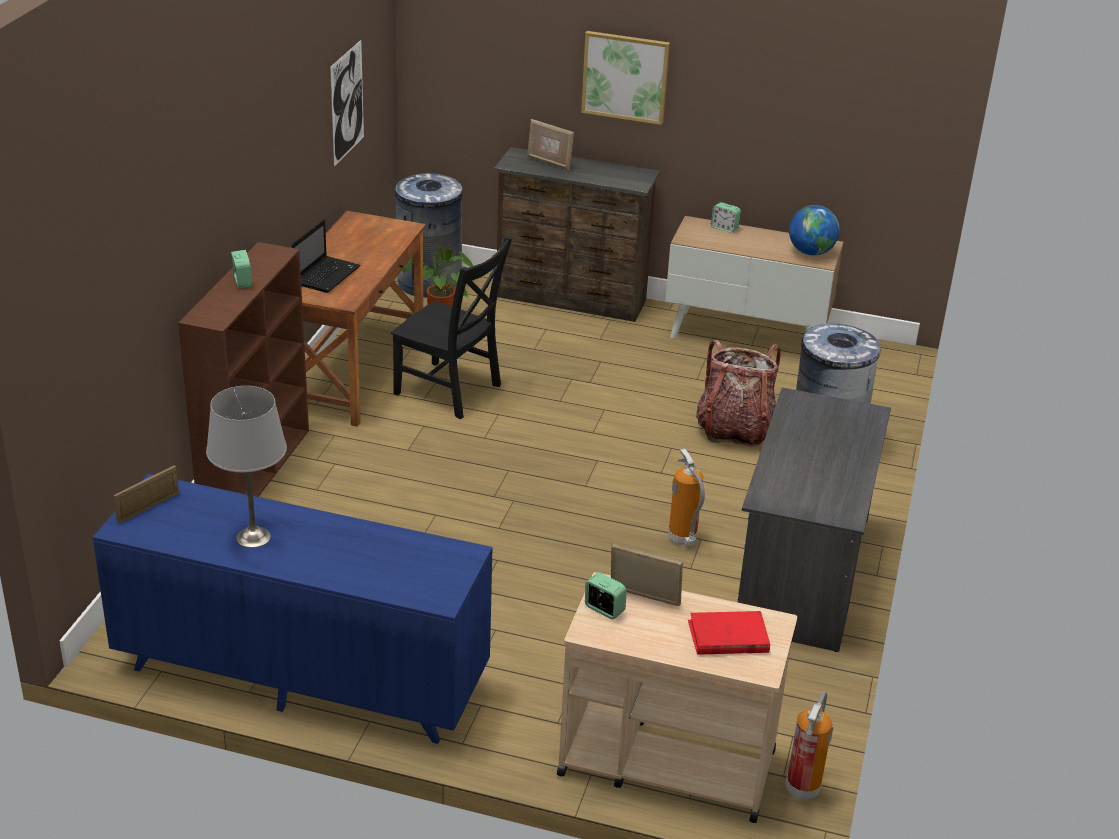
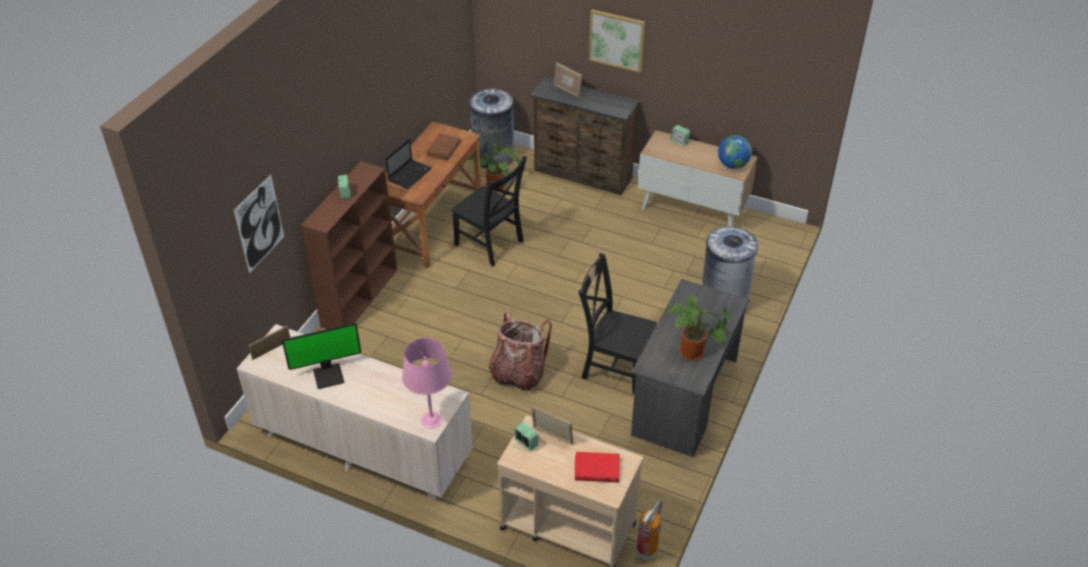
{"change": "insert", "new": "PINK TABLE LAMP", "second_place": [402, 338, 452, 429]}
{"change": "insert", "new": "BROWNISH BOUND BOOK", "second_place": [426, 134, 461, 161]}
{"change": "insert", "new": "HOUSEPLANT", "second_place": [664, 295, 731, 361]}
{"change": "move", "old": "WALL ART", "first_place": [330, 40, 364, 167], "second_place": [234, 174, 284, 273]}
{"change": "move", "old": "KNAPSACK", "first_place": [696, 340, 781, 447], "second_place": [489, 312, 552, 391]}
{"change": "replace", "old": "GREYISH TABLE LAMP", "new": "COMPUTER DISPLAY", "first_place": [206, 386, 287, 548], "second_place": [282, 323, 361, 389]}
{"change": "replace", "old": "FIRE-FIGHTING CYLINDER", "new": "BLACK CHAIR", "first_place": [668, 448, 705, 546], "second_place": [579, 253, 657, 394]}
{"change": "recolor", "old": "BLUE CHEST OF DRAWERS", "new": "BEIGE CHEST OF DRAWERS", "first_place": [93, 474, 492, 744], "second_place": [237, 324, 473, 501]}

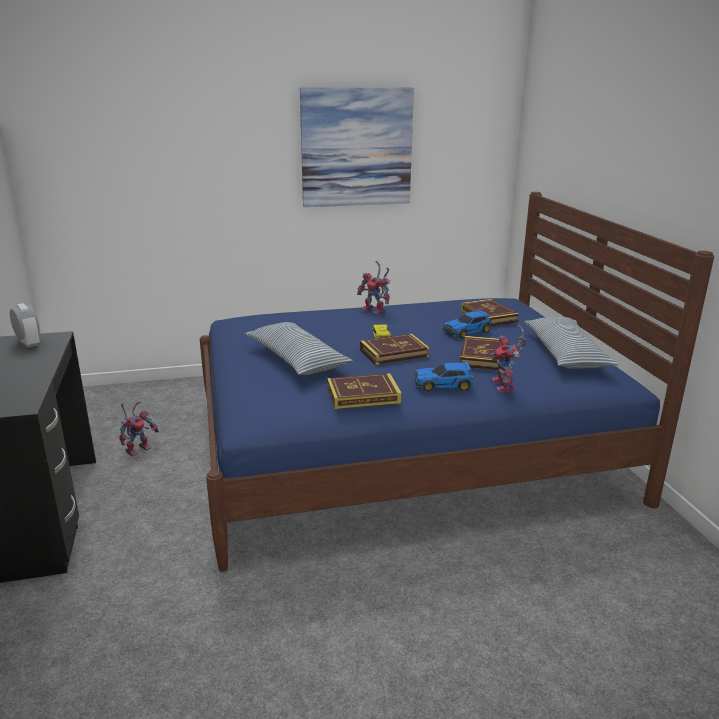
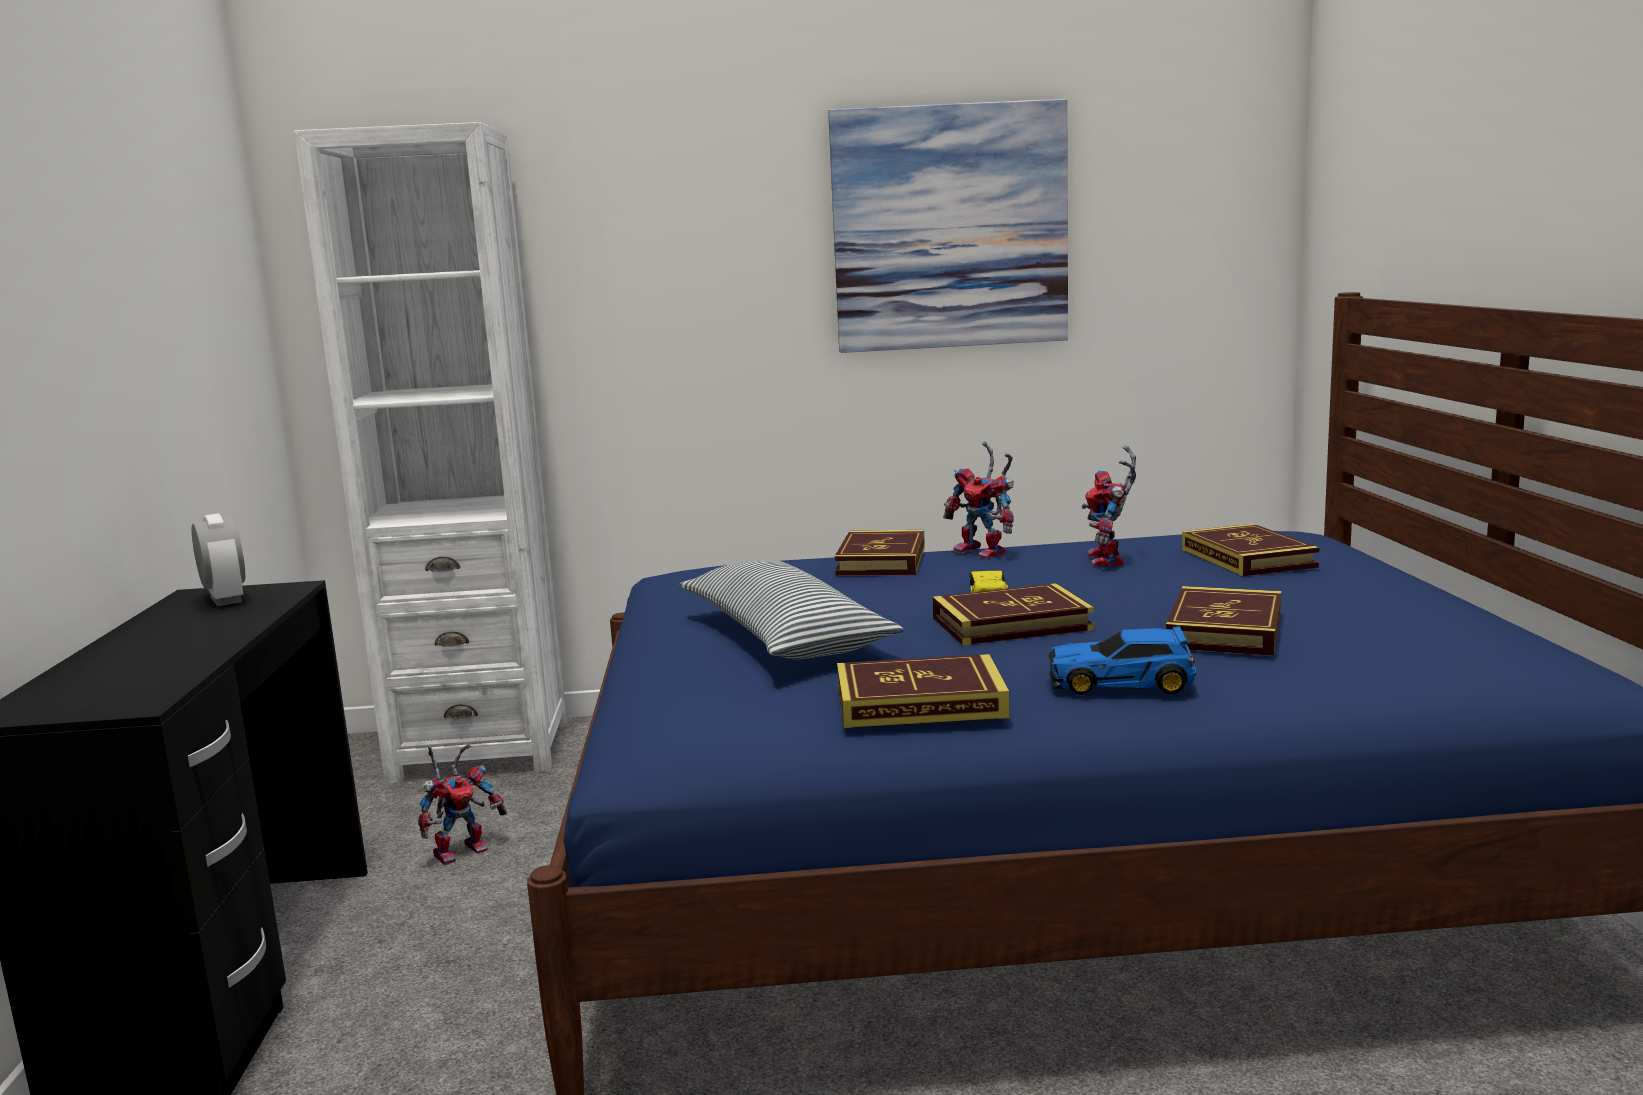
{"change": "delete", "old": "MINIATURE CAR", "first_place": [443, 310, 491, 338]}
{"change": "delete", "old": "THROW PILLOW", "first_place": [525, 317, 619, 369]}
{"change": "insert", "new": "WHITE-COLOURED BOOKCASE", "second_place": [294, 122, 567, 784]}
{"change": "insert", "new": "BOUND BOOK", "second_place": [834, 530, 925, 576]}
{"change": "move", "old": "TOY ROBOT", "first_place": [490, 324, 526, 392], "second_place": [1082, 446, 1136, 566]}

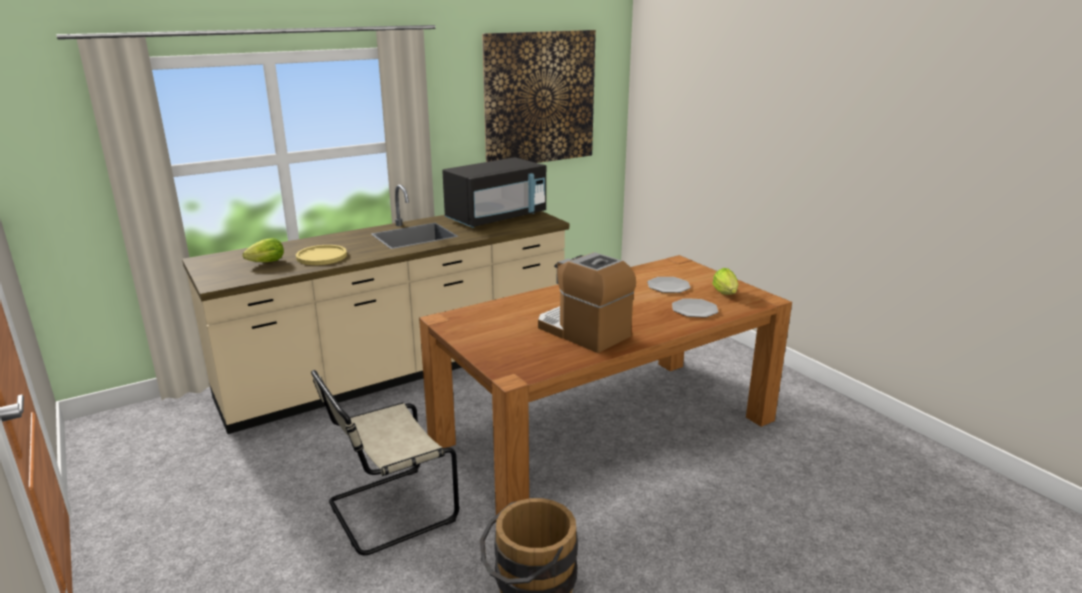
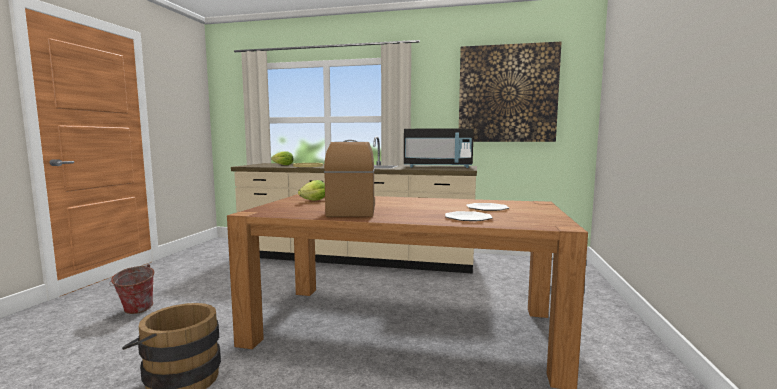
{"change": "delete", "old": "BEIGE CHAIR", "first_place": [311, 370, 459, 555]}
{"change": "insert", "new": "PAIL", "second_place": [109, 264, 155, 314]}
{"change": "move", "old": "HEAD OF LETTUCE", "first_place": [712, 268, 738, 295], "second_place": [298, 180, 325, 200]}

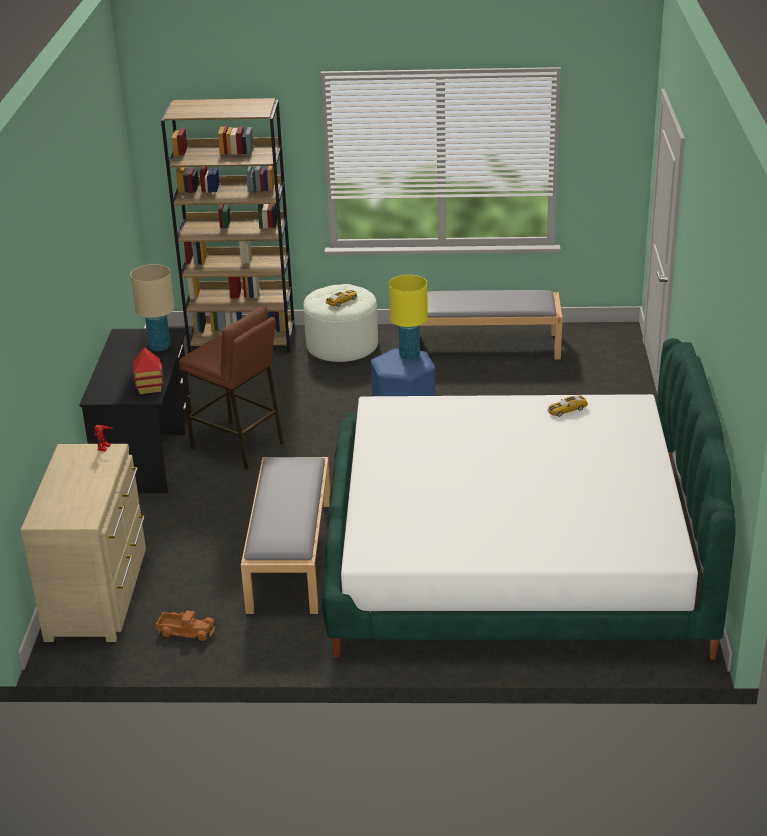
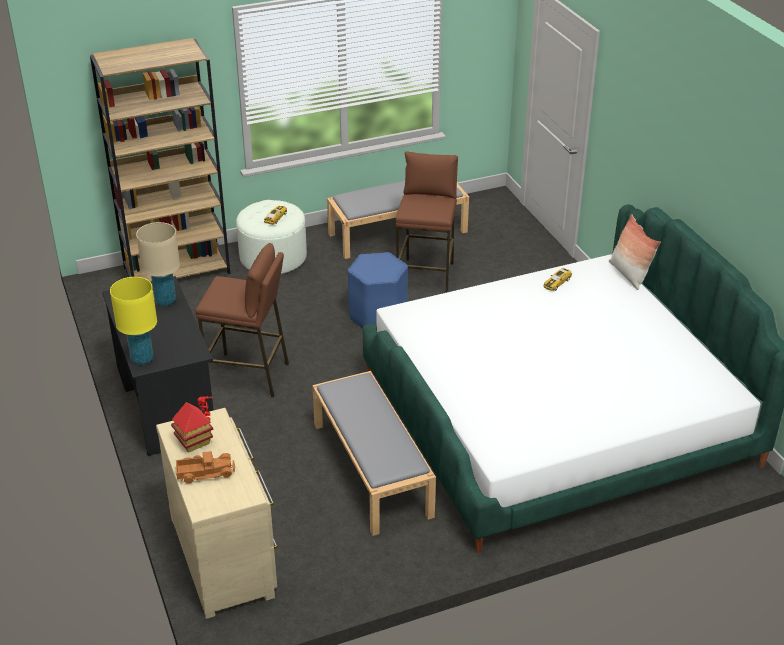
{"change": "insert", "new": "BROWNISH STOOL SEAT", "second_place": [395, 151, 458, 293]}
{"change": "insert", "new": "THROW PILLOW", "second_place": [609, 214, 661, 290]}
{"change": "move", "old": "MINIATURE HOUSE", "first_place": [133, 347, 163, 394], "second_place": [171, 402, 213, 453]}
{"change": "move", "old": "MODEL TRUCK", "first_place": [156, 611, 216, 641], "second_place": [176, 451, 235, 484]}
{"change": "move", "old": "YELLOW TABLE LAMP", "first_place": [389, 275, 428, 360], "second_place": [110, 277, 157, 365]}

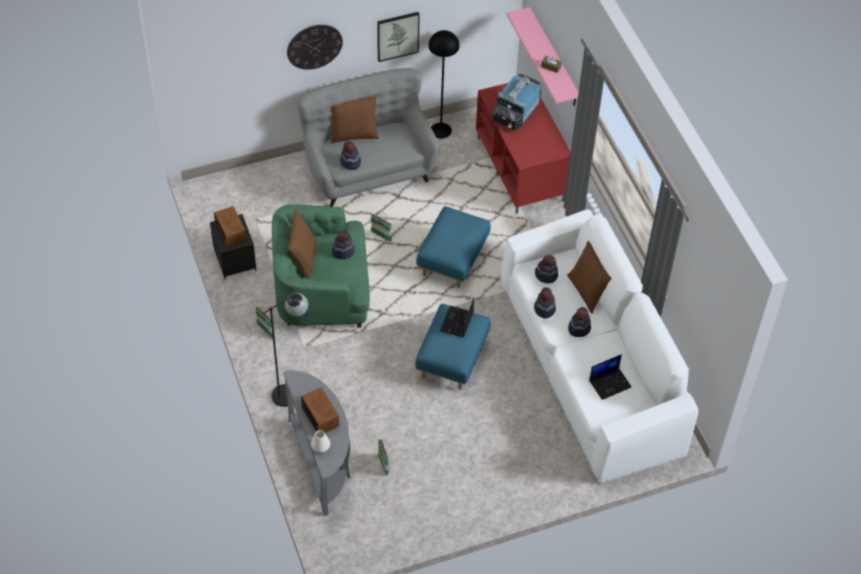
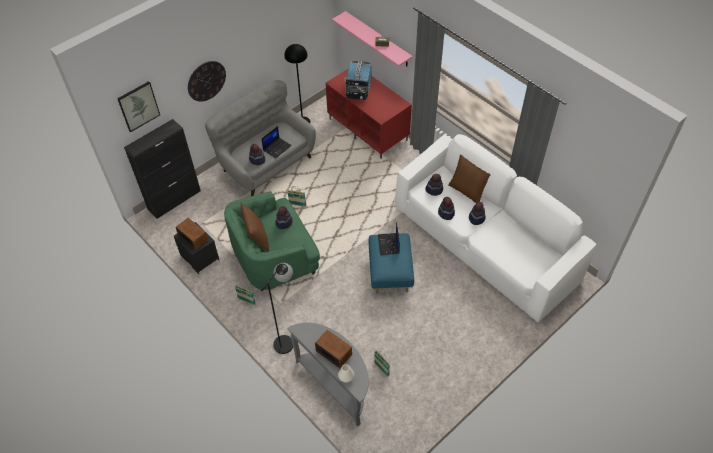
{"change": "delete", "old": "BROWNISH THROW PILLOW", "first_place": [331, 95, 379, 143]}
{"change": "delete", "old": "BLUE FOOTREST", "first_place": [416, 206, 490, 288]}
{"change": "insert", "new": "BLACK STORAGE CABINET", "second_place": [124, 119, 201, 219]}
{"change": "move", "old": "WALL ART", "first_place": [377, 12, 420, 62], "second_place": [117, 81, 160, 132]}
{"change": "move", "old": "LAPTOP", "first_place": [589, 354, 632, 400], "second_place": [261, 126, 291, 159]}

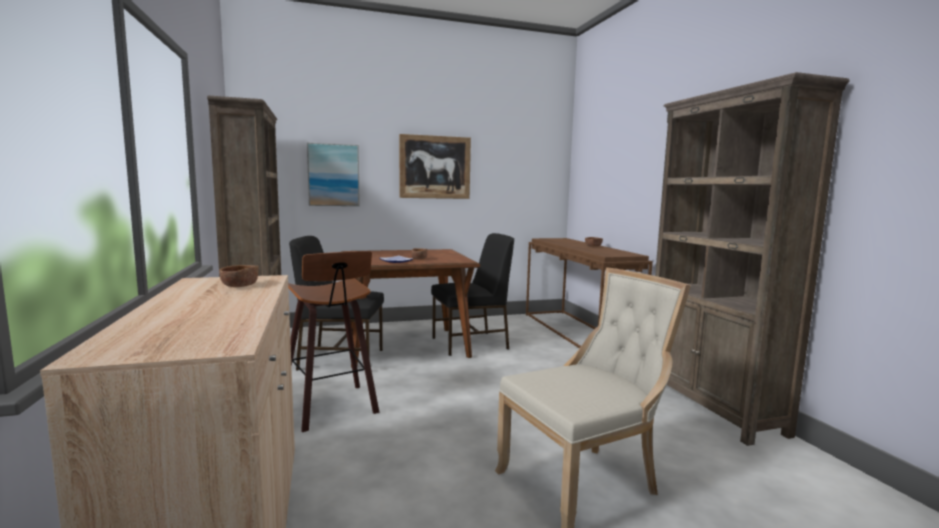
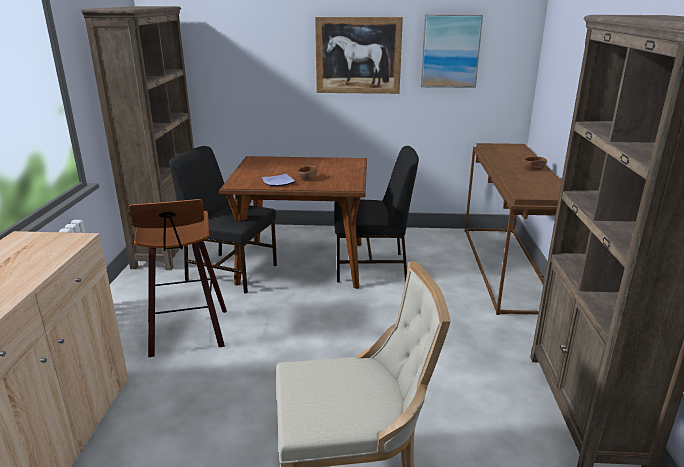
{"change": "delete", "old": "BROWNISH SERVING BOWL", "first_place": [219, 265, 259, 287]}
{"change": "move", "old": "WALL ART", "first_place": [307, 143, 360, 206], "second_place": [421, 14, 483, 88]}

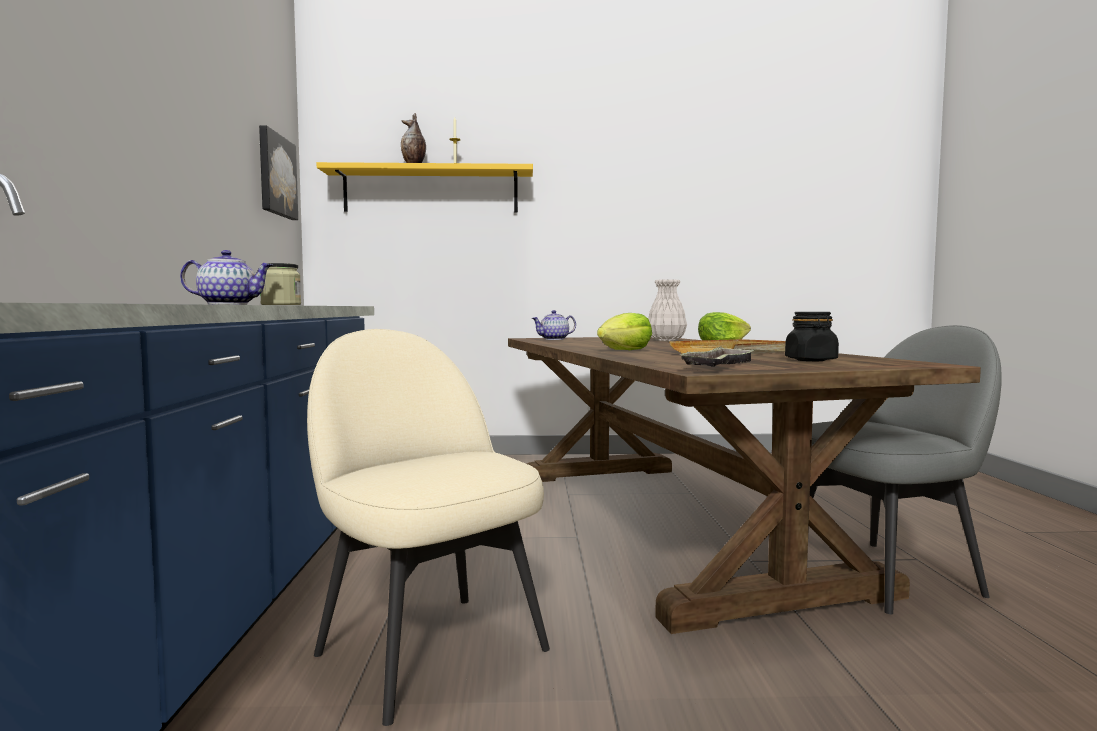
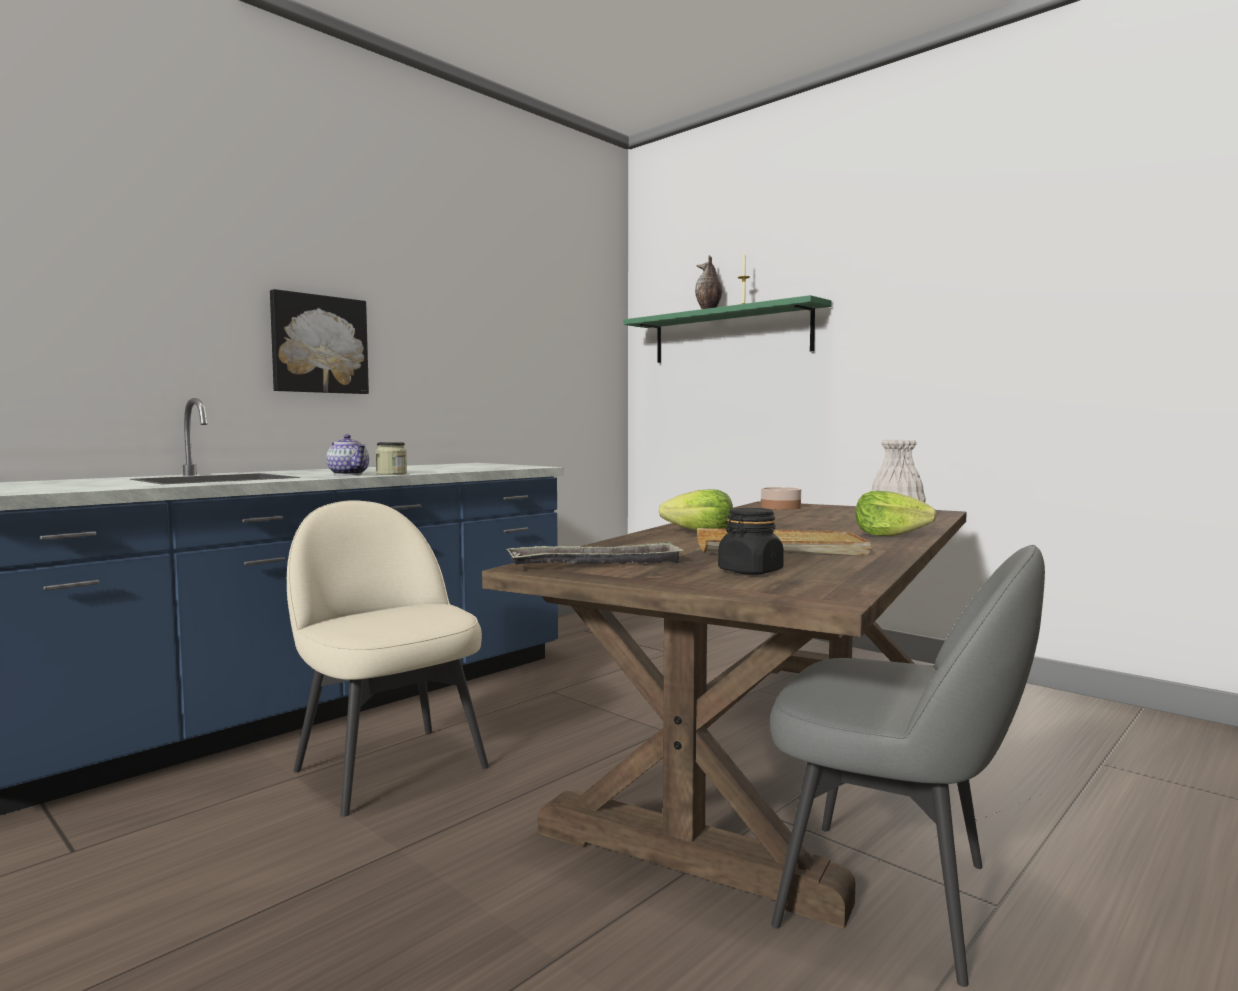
{"change": "move", "old": "WALL ART", "first_place": [259, 125, 298, 220], "second_place": [270, 289, 369, 394]}
{"change": "replace", "old": "TEA POT", "new": "SERVING BOWL", "first_place": [532, 310, 576, 340], "second_place": [761, 487, 801, 510]}
{"change": "recolor", "old": "YELLOW SHELF", "new": "GREENISH SHELF", "first_place": [317, 162, 533, 213], "second_place": [624, 295, 832, 363]}
{"change": "rotate", "old": "BEIGE CHAIR", "first_place": [307, 329, 550, 726], "second_place": [287, 500, 489, 817], "degrees": -45}

